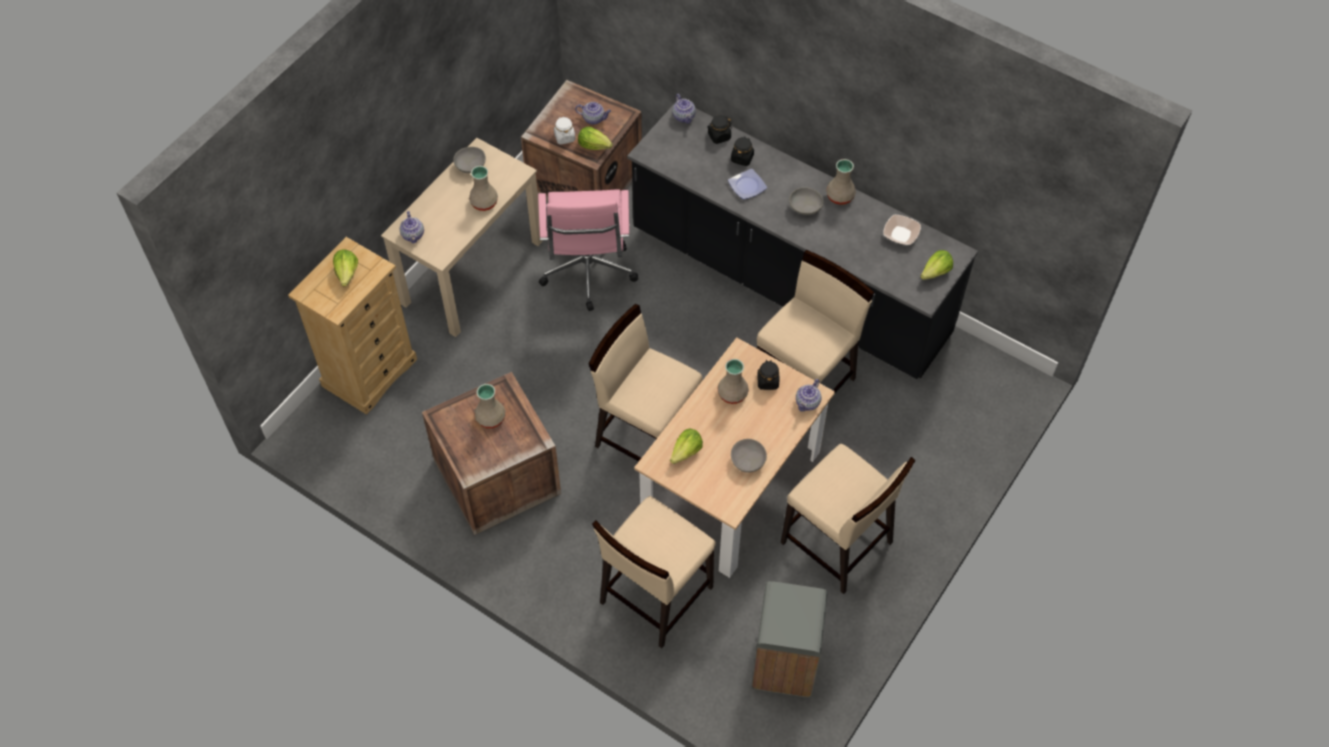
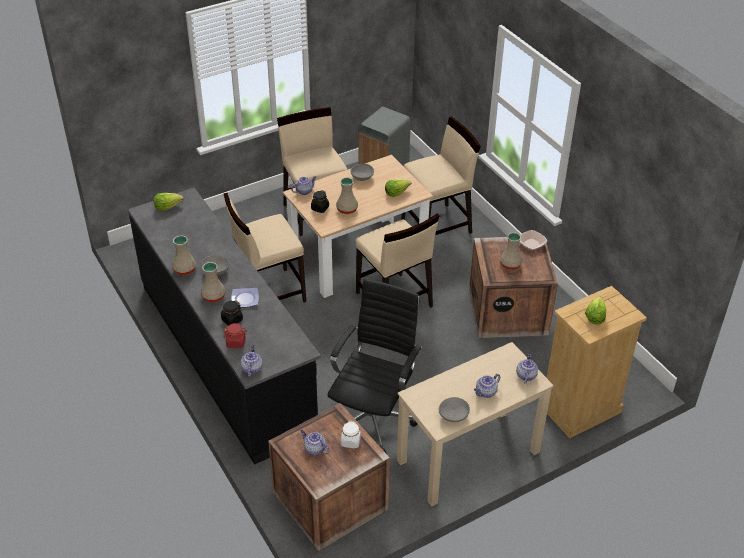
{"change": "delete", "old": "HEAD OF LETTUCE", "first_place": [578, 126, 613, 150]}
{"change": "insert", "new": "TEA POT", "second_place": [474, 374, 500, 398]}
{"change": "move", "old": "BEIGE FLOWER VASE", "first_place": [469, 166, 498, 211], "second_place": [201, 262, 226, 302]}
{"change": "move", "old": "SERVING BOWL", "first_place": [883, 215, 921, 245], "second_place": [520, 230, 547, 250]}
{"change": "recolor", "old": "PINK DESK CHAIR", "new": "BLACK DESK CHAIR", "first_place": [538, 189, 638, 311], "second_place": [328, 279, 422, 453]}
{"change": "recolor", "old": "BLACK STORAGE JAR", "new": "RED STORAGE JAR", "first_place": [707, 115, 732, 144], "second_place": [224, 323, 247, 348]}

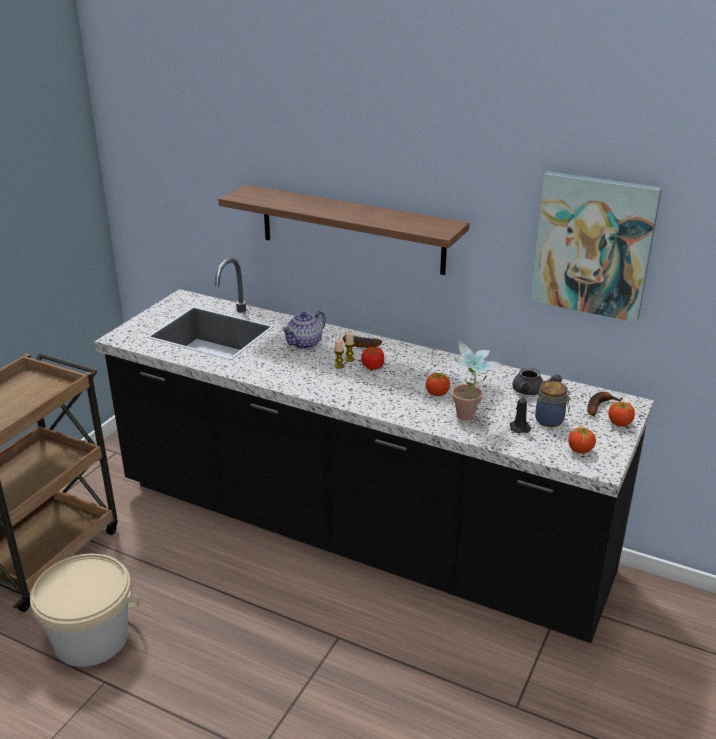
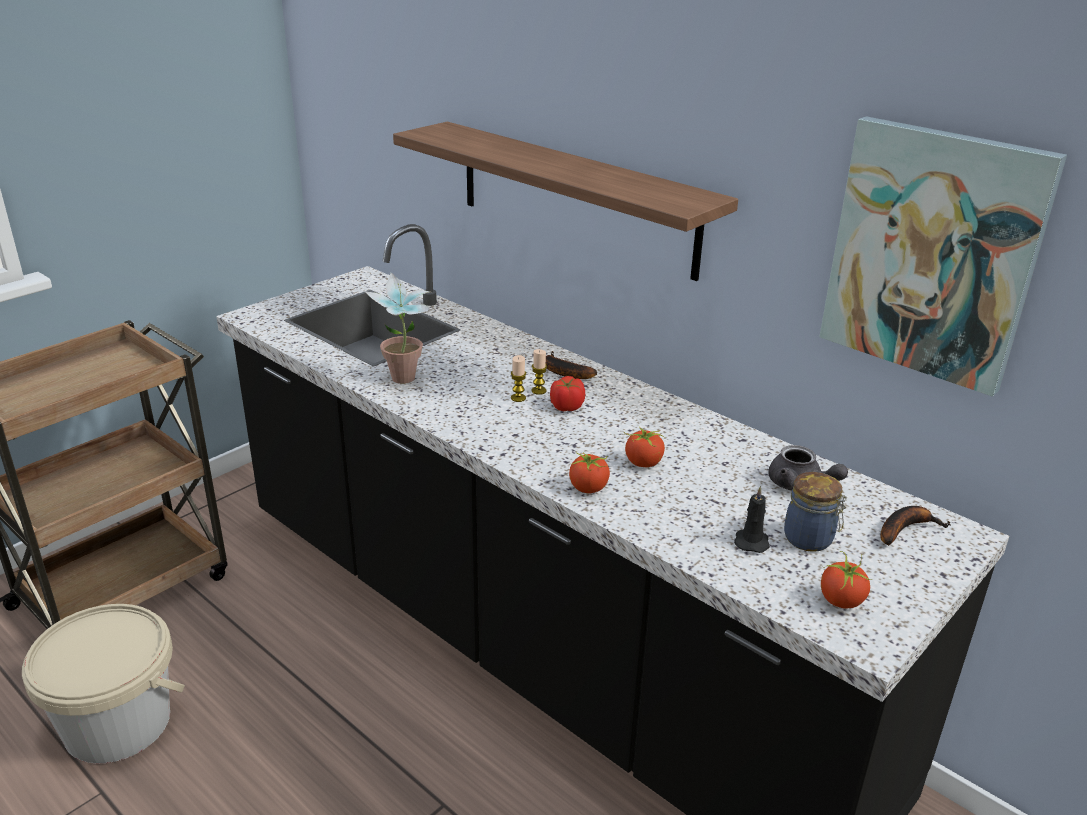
{"change": "delete", "old": "TEA POT", "first_place": [282, 311, 326, 349]}
{"change": "move", "old": "HOUSEPLANT", "first_place": [451, 341, 503, 420], "second_place": [365, 273, 432, 384]}
{"change": "move", "old": "TOMATO", "first_place": [608, 401, 638, 427], "second_place": [569, 452, 610, 494]}

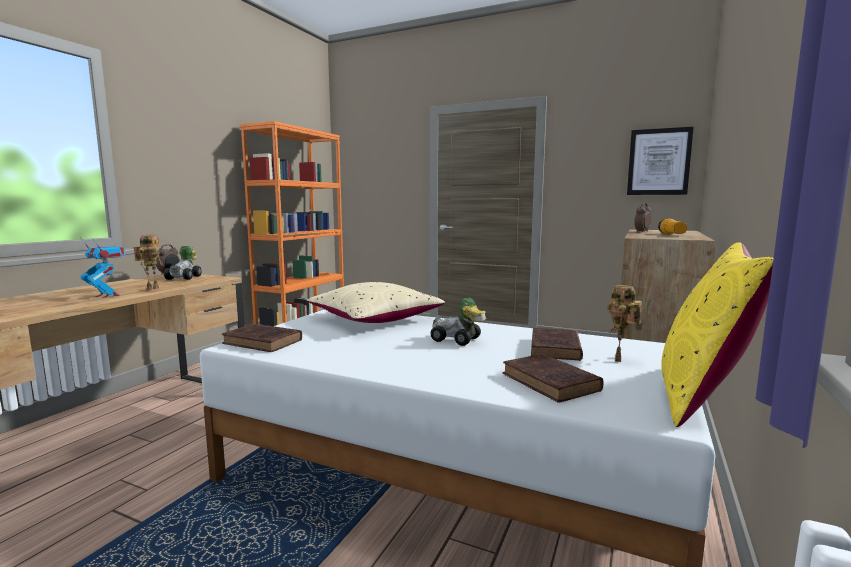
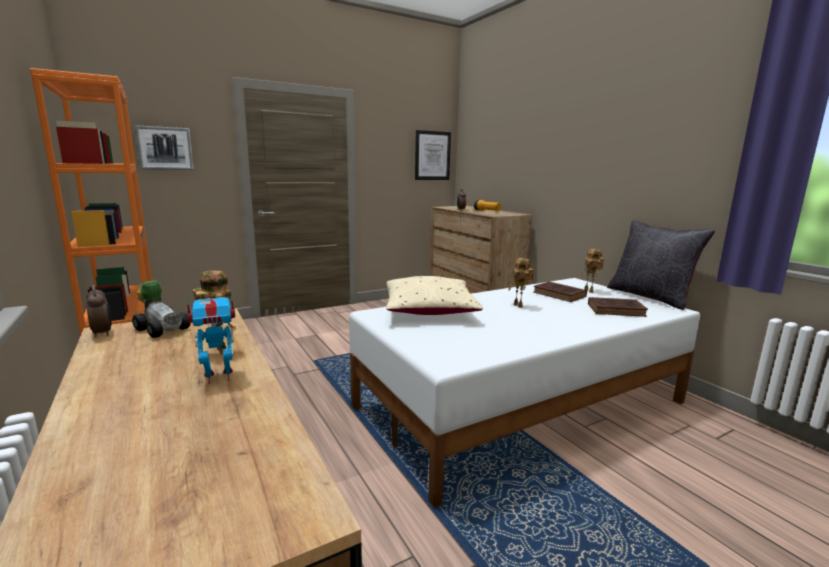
{"change": "delete", "old": "BROWNISH BOUND BOOK", "first_place": [222, 324, 302, 352]}
{"change": "insert", "new": "WALL ART", "second_place": [135, 125, 194, 170]}
{"change": "replace", "old": "MINIATURE CAR", "new": "TOY ROBOT", "first_place": [430, 298, 487, 346], "second_place": [508, 258, 534, 308]}
{"change": "recolor", "old": "YELLOW THROW PILLOW", "new": "BLACK THROW PILLOW", "first_place": [661, 242, 773, 427], "second_place": [607, 220, 715, 310]}

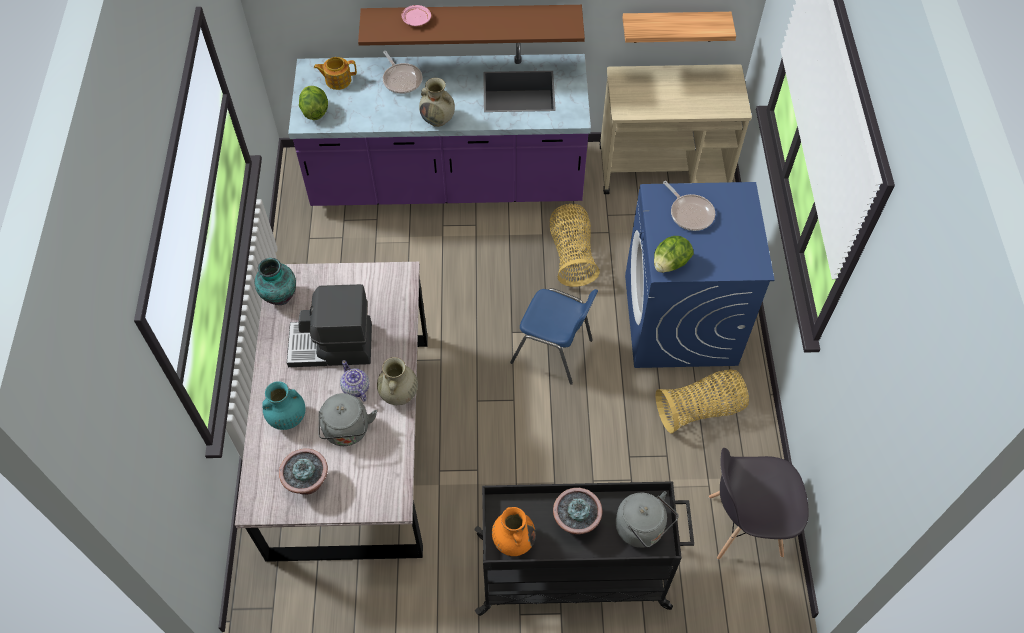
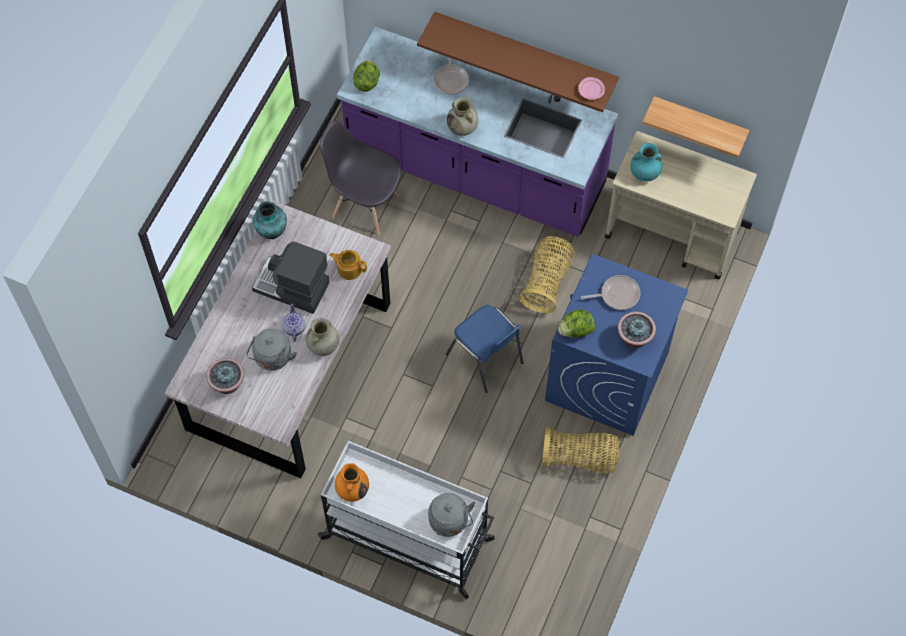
{"change": "move", "old": "BLUE-GREEN FLOWER VASE", "first_place": [262, 381, 305, 430], "second_place": [630, 143, 662, 182]}
{"change": "move", "old": "TEA POT", "first_place": [314, 57, 357, 90], "second_place": [329, 250, 367, 280]}
{"change": "move", "old": "PINK PLATE", "first_place": [402, 5, 431, 26], "second_place": [578, 77, 605, 100]}
{"change": "move", "old": "HOUSEPLANT", "first_place": [553, 488, 602, 535], "second_place": [618, 312, 656, 348]}
{"change": "move", "old": "GREYISH CHAIR", "first_place": [709, 448, 809, 560], "second_place": [320, 120, 401, 235]}
{"change": "recolor", "old": "BLACK CART", "new": "WHITE-COLOURED CART", "first_place": [474, 481, 694, 616], "second_place": [318, 441, 495, 599]}
{"change": "rotate", "old": "FRYING PAN", "first_place": [663, 181, 715, 231], "second_place": [581, 275, 640, 310], "degrees": -90}

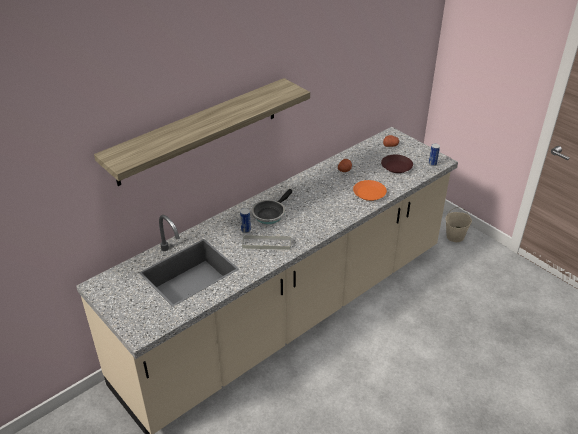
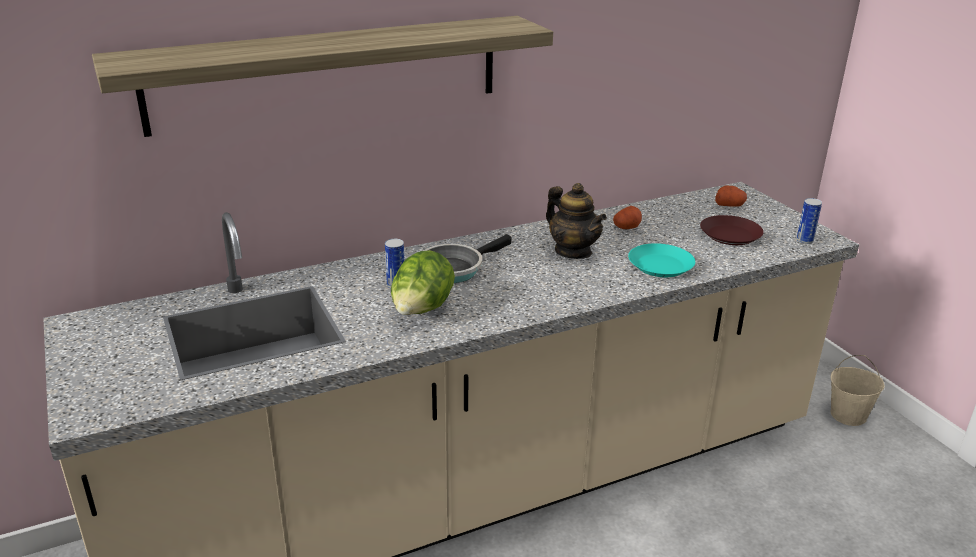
{"change": "insert", "new": "TEA POT", "second_place": [546, 183, 607, 259]}
{"change": "replace", "old": "GREYISH TRAY", "new": "HEAD OF LETTUCE", "first_place": [242, 235, 291, 250], "second_place": [391, 250, 455, 315]}
{"change": "recolor", "old": "ORANGEY PLATE", "new": "BLUE-GREEN PLATE", "first_place": [353, 180, 387, 201], "second_place": [628, 243, 695, 277]}

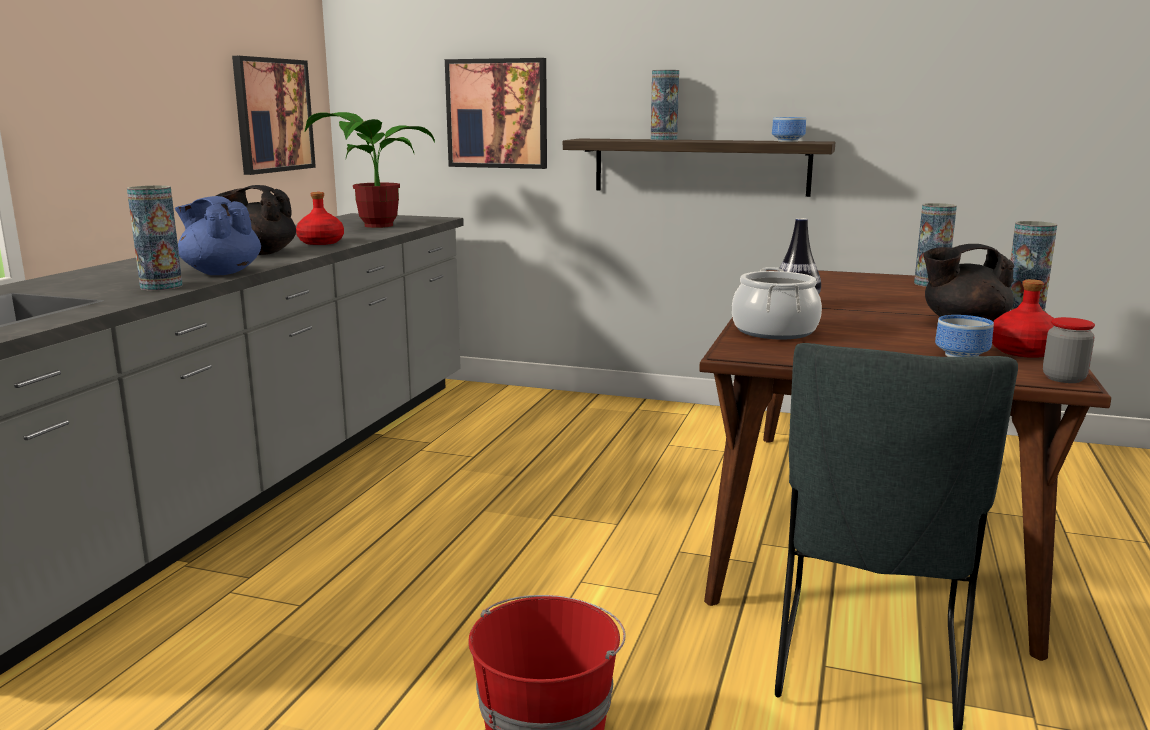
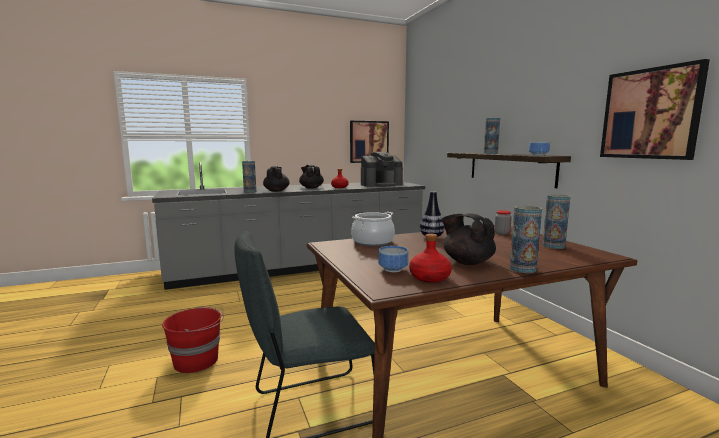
{"change": "move", "old": "WALL ART", "first_place": [445, 58, 547, 169], "second_place": [600, 59, 710, 160]}
{"change": "move", "old": "STORAGE JAR", "first_place": [1043, 317, 1095, 383], "second_place": [494, 210, 512, 234]}
{"change": "replace", "old": "HOUSEPLANT", "new": "COFFEE BREWER", "first_place": [305, 112, 435, 228], "second_place": [361, 152, 403, 187]}
{"change": "recolor", "old": "BLUE TEA POT", "new": "BLACK TEA POT", "first_place": [175, 196, 261, 275], "second_place": [263, 166, 290, 192]}

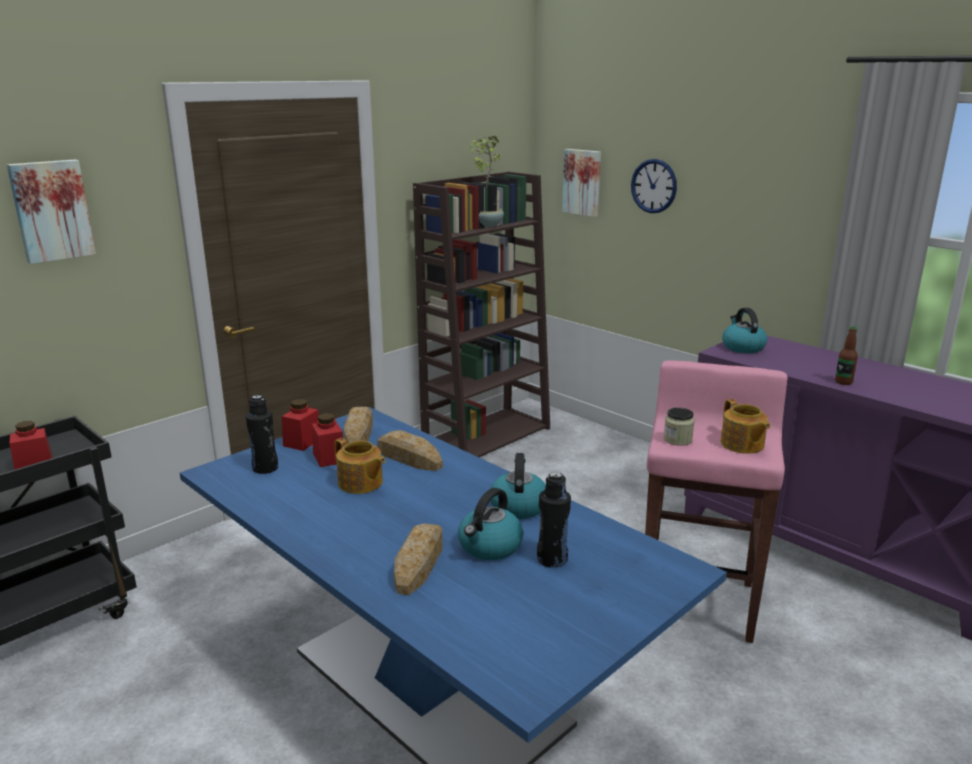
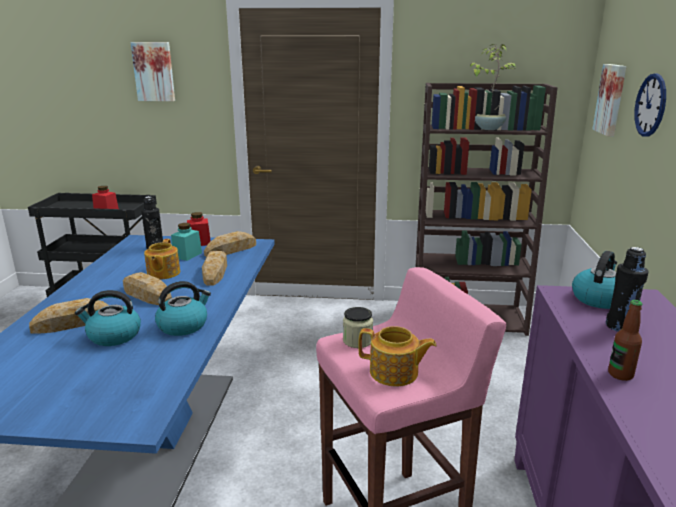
{"change": "insert", "new": "BAKED BREAD", "second_place": [123, 272, 172, 305]}
{"change": "move", "old": "BLACK BOTTLE", "first_place": [537, 472, 571, 568], "second_place": [606, 247, 649, 332]}
{"change": "recolor", "old": "RED STORAGE JAR", "new": "BLUE-GREEN STORAGE JAR", "first_place": [312, 413, 343, 467], "second_place": [171, 223, 202, 261]}
{"change": "rotate", "old": "TEA POT", "first_place": [721, 399, 770, 454], "second_place": [358, 326, 437, 386], "degrees": -105}

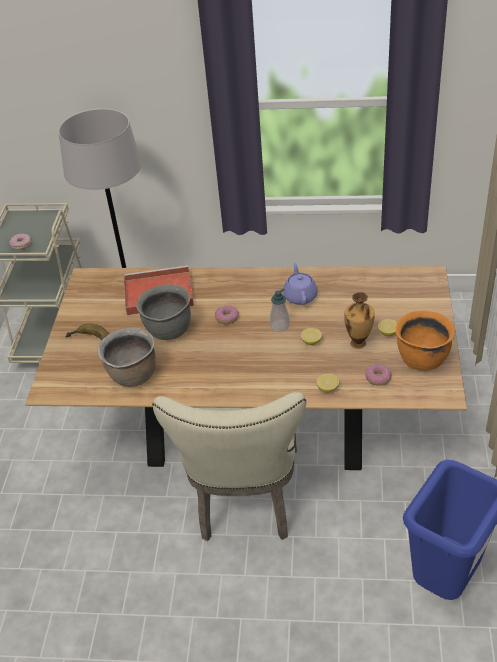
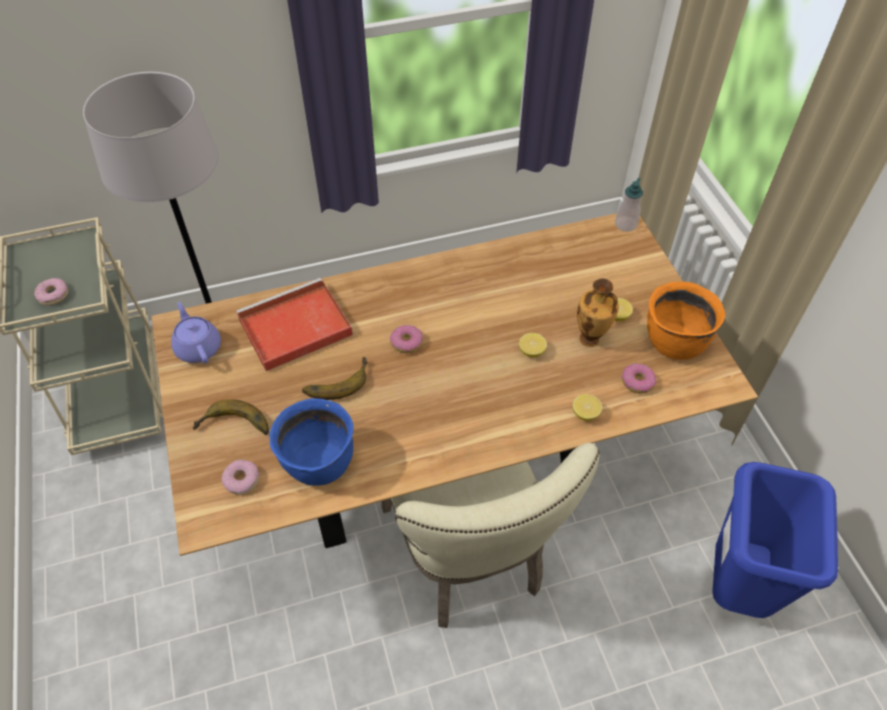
{"change": "insert", "new": "DOUGHNUT", "second_place": [222, 460, 259, 495]}
{"change": "move", "old": "SOAP BOTTLE", "first_place": [270, 288, 290, 332], "second_place": [615, 178, 643, 232]}
{"change": "move", "old": "PURPLE TEA POT", "first_place": [283, 263, 318, 305], "second_place": [171, 302, 221, 364]}
{"change": "replace", "old": "GREYISH STOCKPOT", "new": "BANANA", "first_place": [136, 284, 191, 340], "second_place": [302, 357, 368, 400]}
{"change": "recolor", "old": "BROWNISH STOCKPOT", "new": "BLUE STOCKPOT", "first_place": [97, 327, 156, 387], "second_place": [269, 398, 353, 486]}

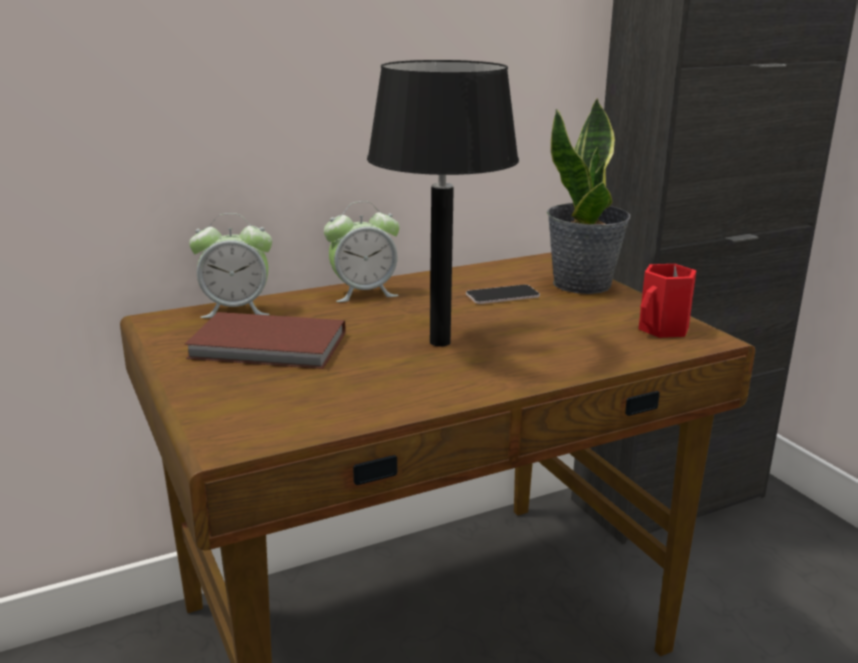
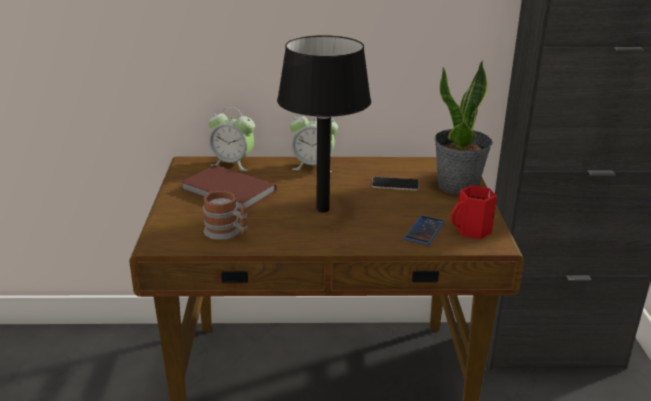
{"change": "insert", "new": "MUG", "second_place": [203, 191, 248, 240]}
{"change": "insert", "new": "PHONE", "second_place": [404, 215, 445, 245]}

